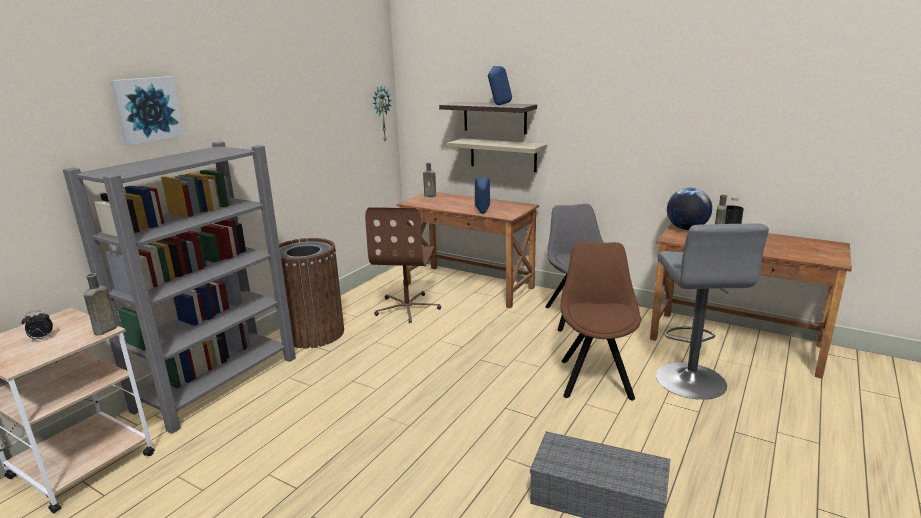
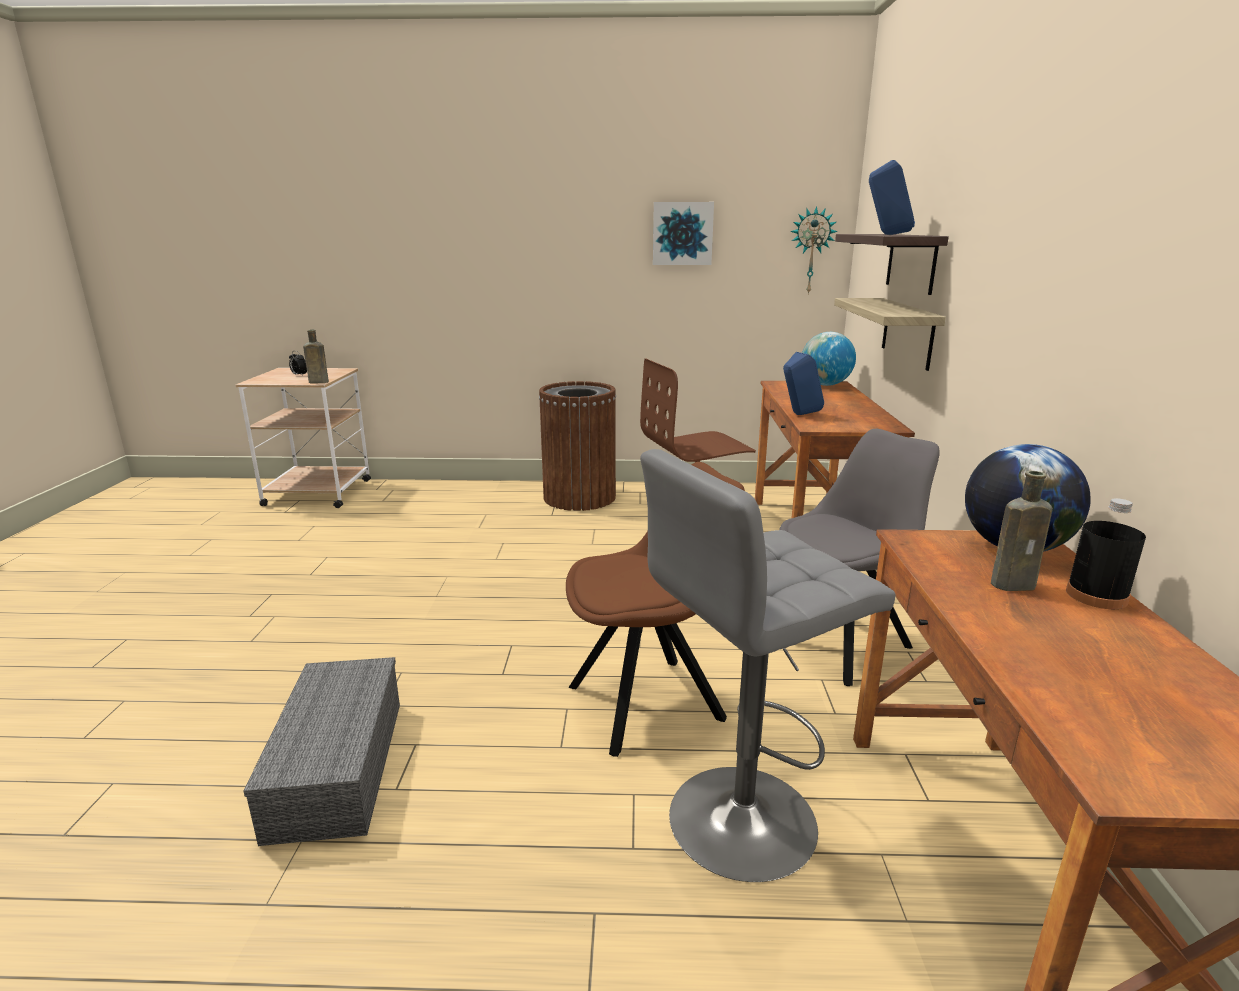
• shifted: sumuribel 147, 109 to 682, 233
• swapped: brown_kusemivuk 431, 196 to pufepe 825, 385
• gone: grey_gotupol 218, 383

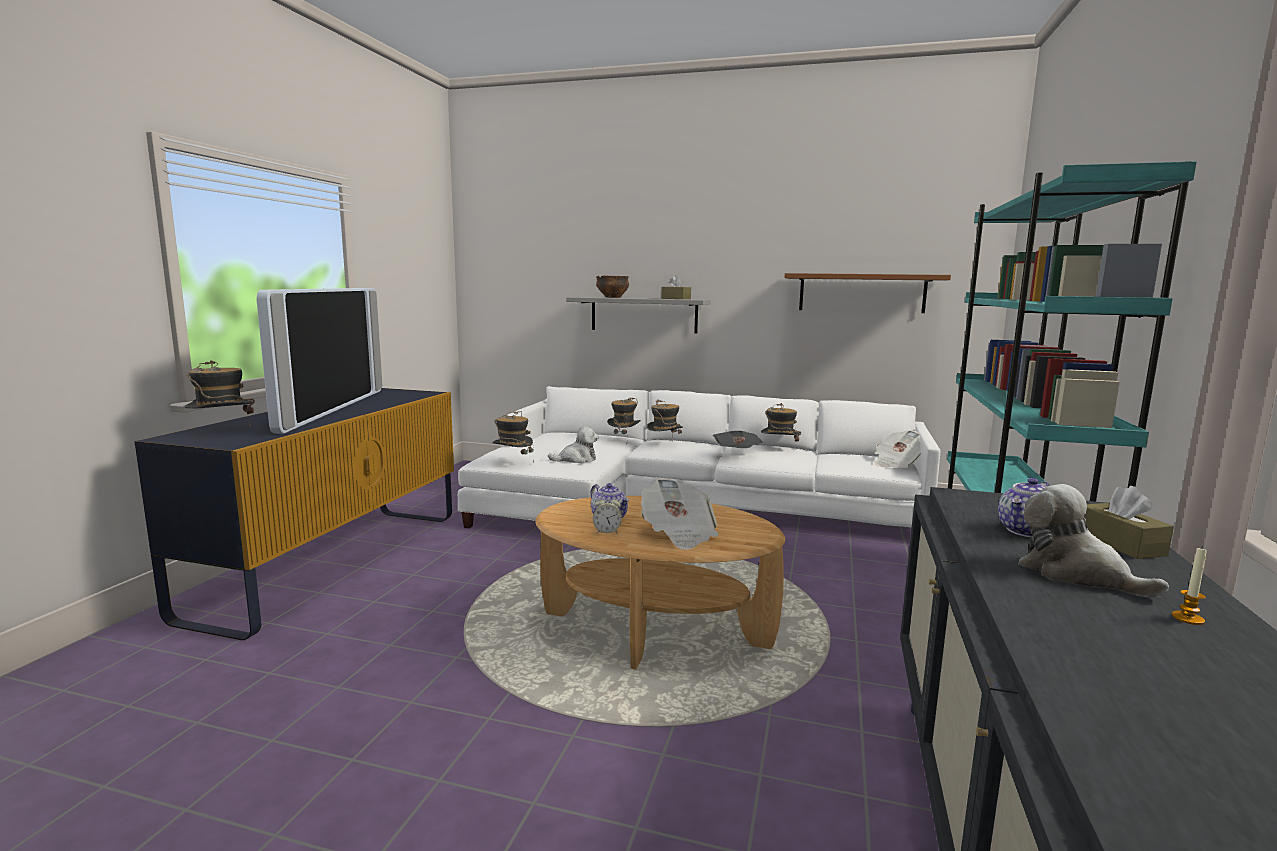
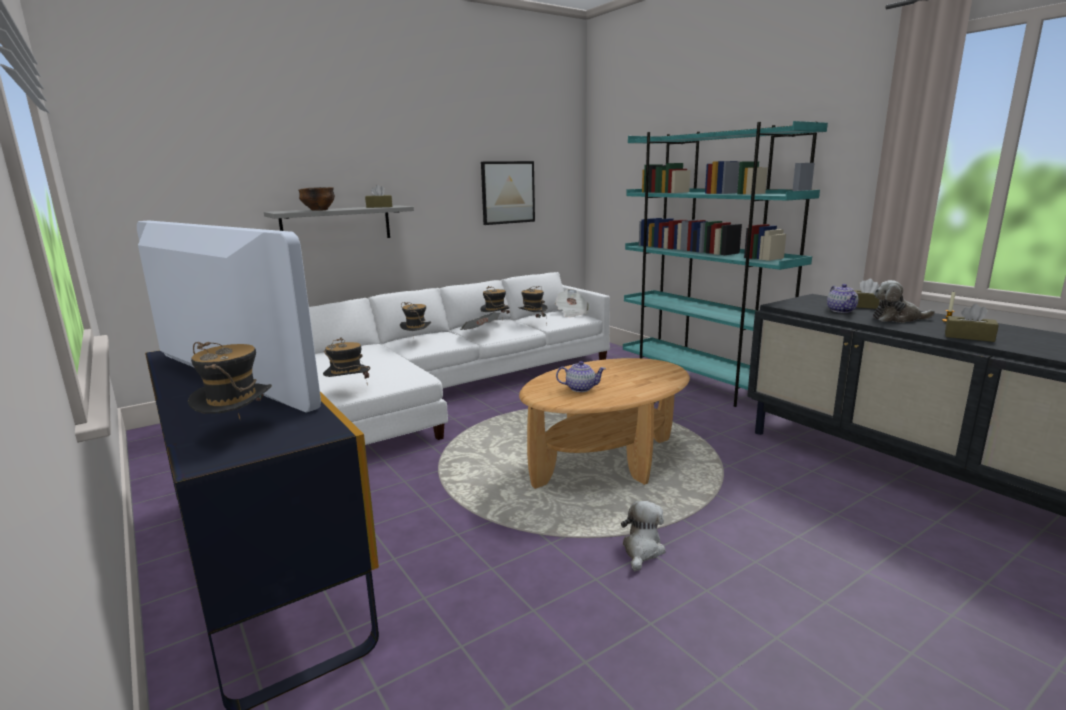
• swapped: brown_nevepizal 861, 293 to sumuribel 508, 192
• shifted: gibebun 623, 441 to 533, 323
• shifted: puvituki 576, 459 to 642, 550
• new: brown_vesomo 969, 337
• gone: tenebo 607, 531
• gone: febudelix 678, 534

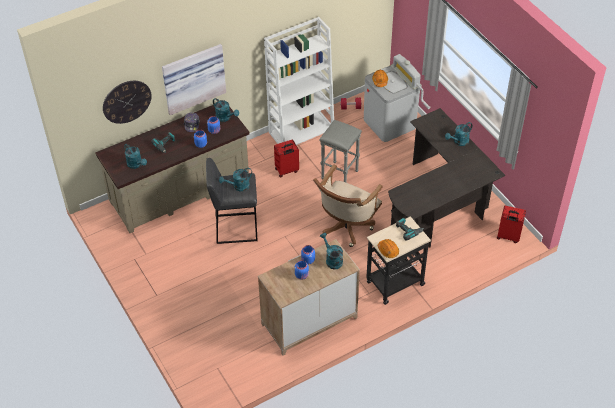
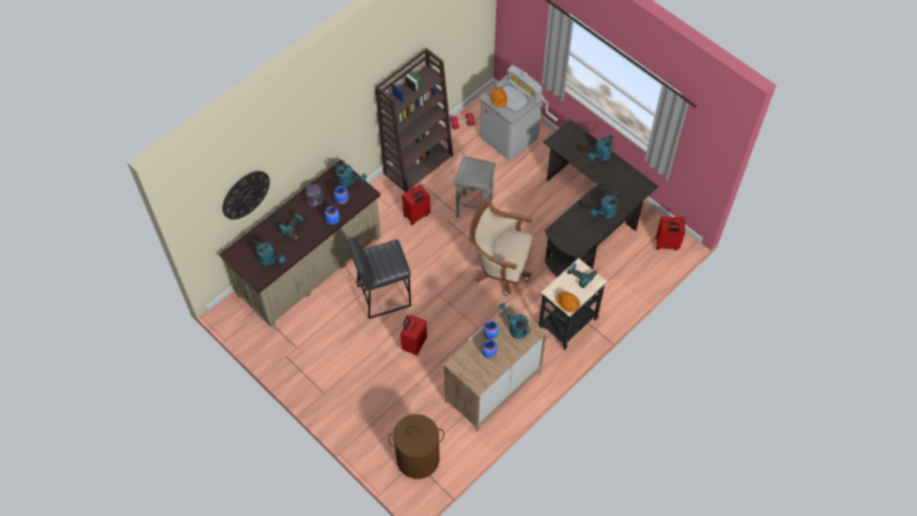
• repainted: white_gotupol 302, 130 to brown_gotupol 418, 163
• new: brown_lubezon 417, 459
• new: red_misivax 414, 344
• rotated: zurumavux 346, 229 = 499, 271 90 degrees clockwise
• shifted: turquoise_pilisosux 238, 186 to 605, 214
• gone: sumuribel 193, 77

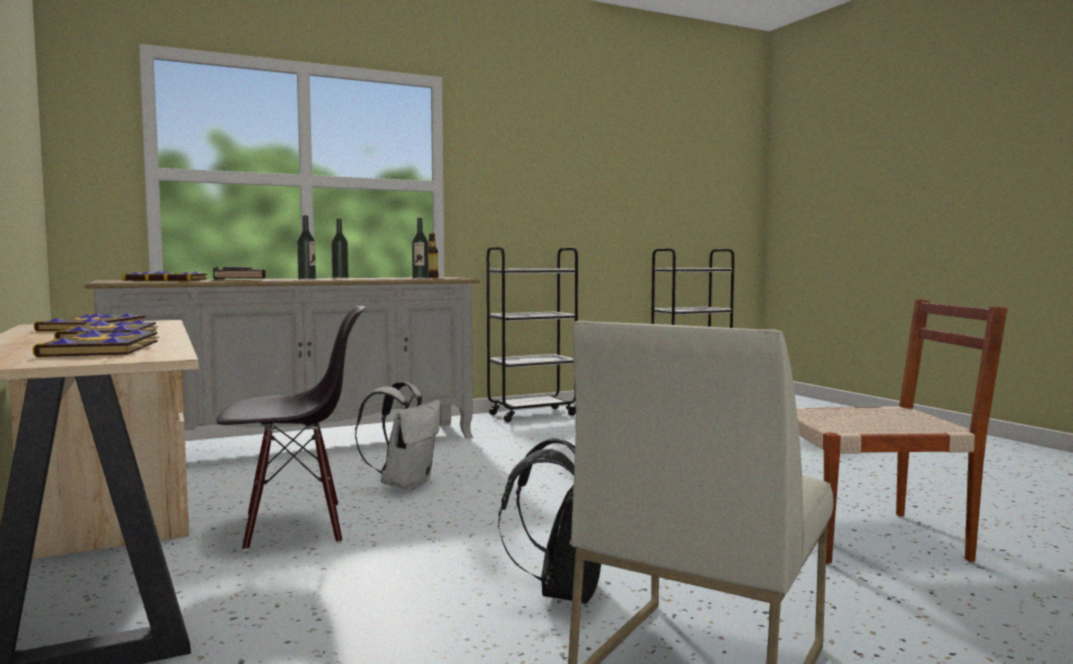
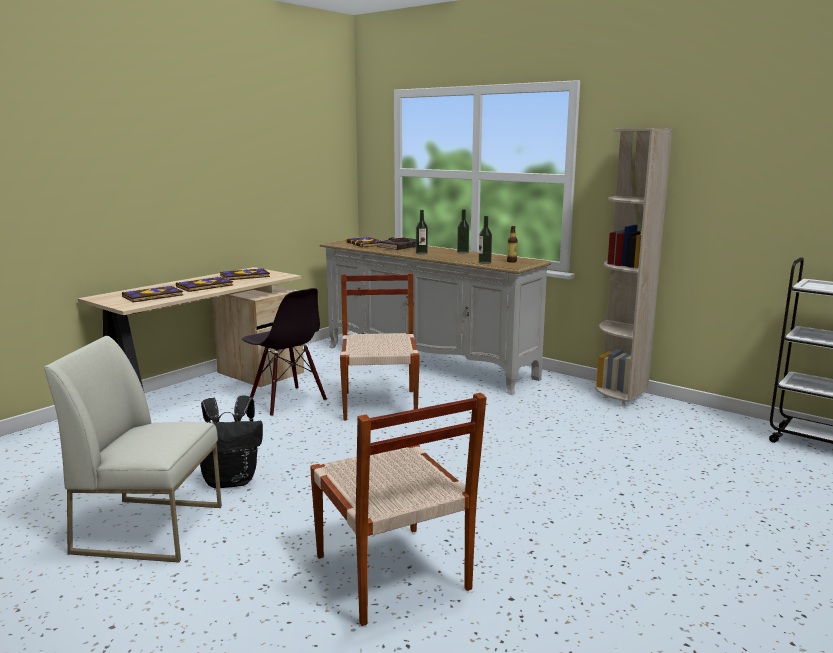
• swapped: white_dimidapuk 405, 484 to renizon 380, 404
• swapped: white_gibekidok 533, 414 to beige_gotupol 617, 396

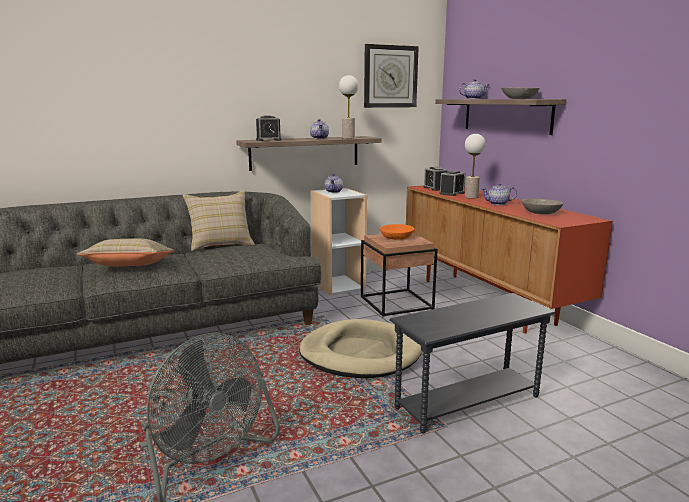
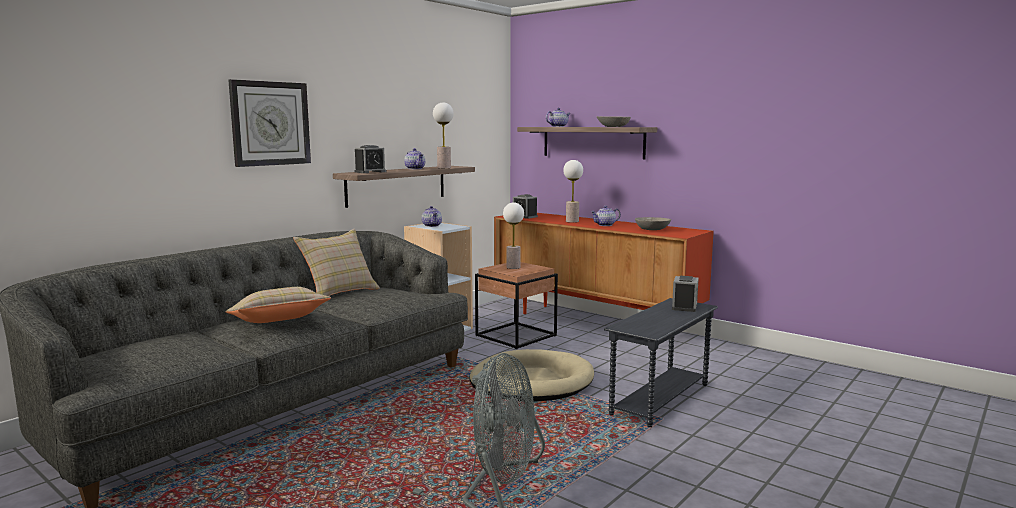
• shifted: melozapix 390, 76 to 270, 123
• swapped: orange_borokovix 397, 238 to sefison 513, 267
• shifted: tenebo 452, 193 to 684, 306

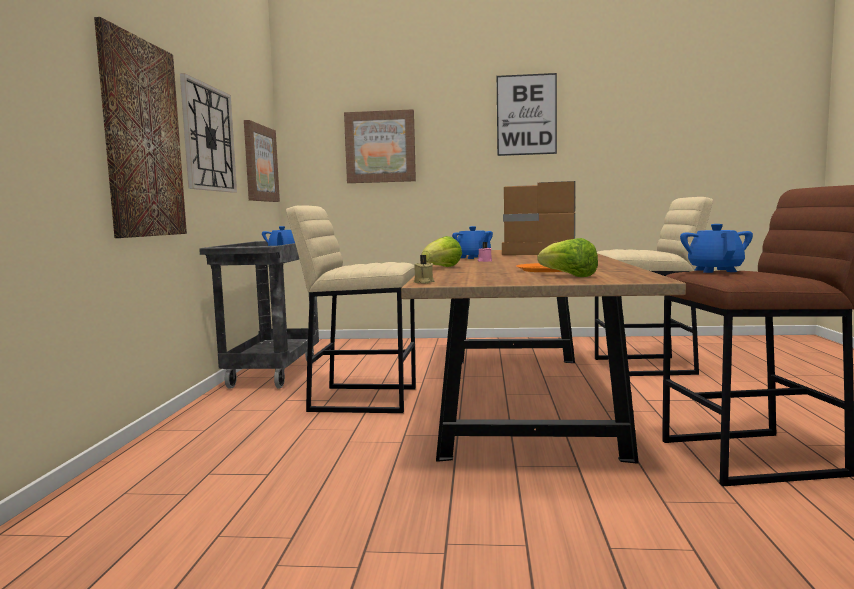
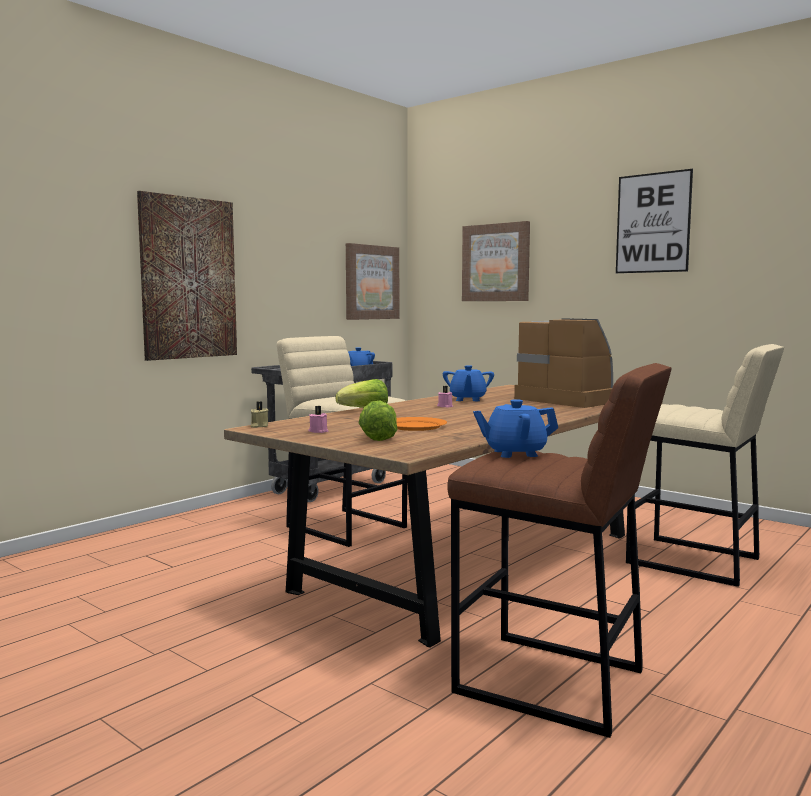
• new: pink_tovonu 318, 431
• rotated: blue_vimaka 715, 270 = 514, 453 135 degrees counterclockwise
• gone: melozapix 208, 138

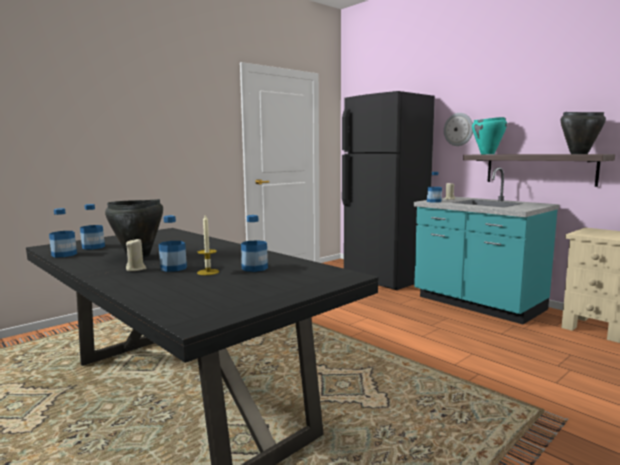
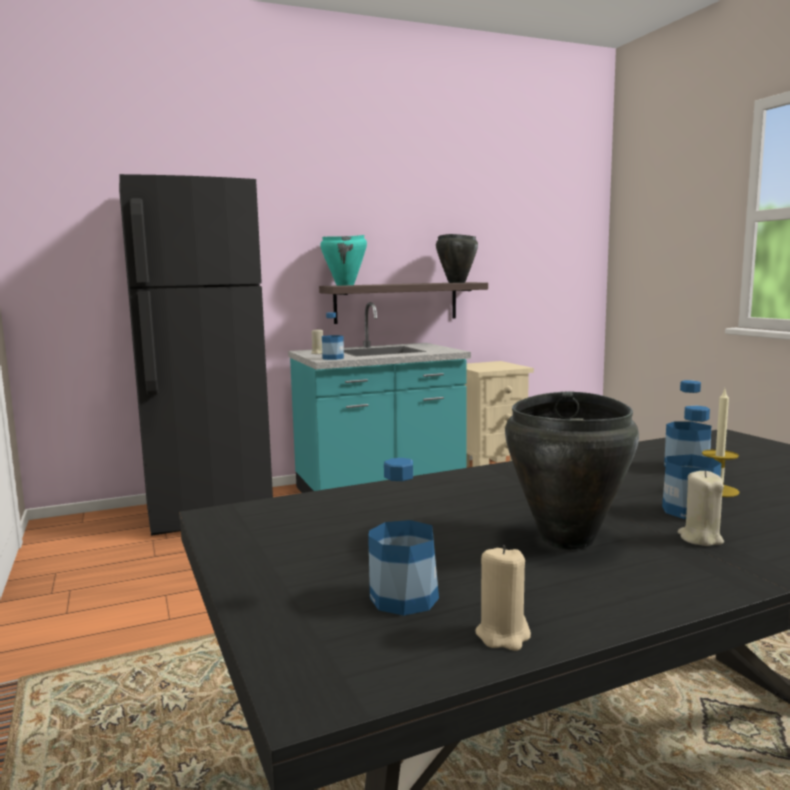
• swapped: kusemivuk 64, 254 to beige_tovonu 503, 635
• gone: melozapix 458, 129

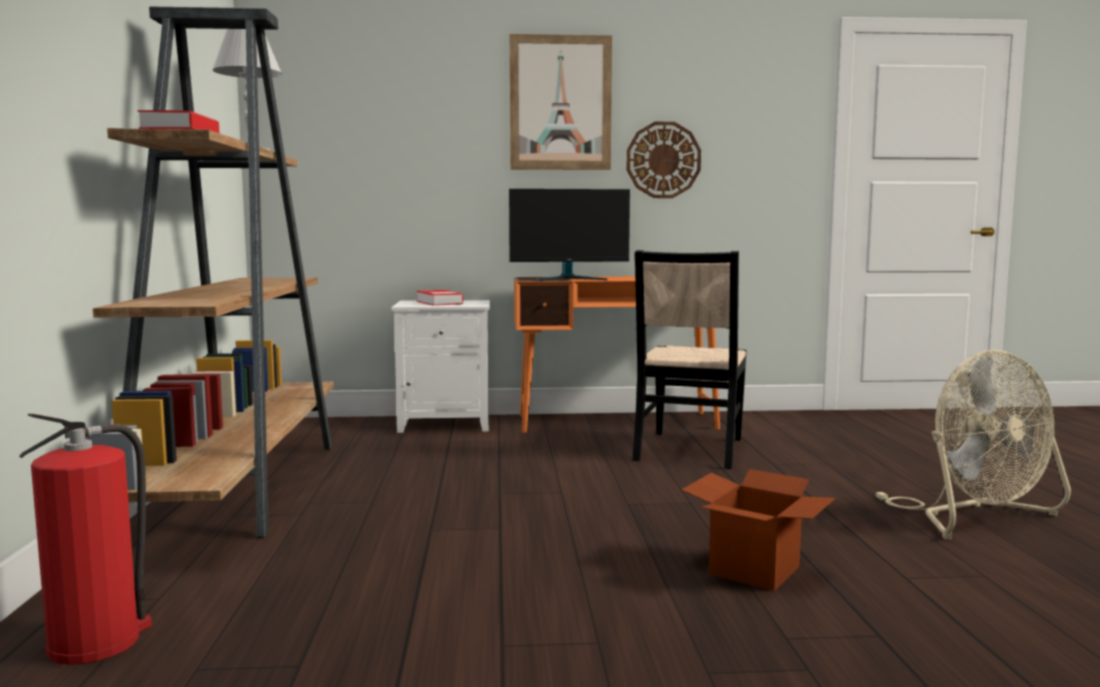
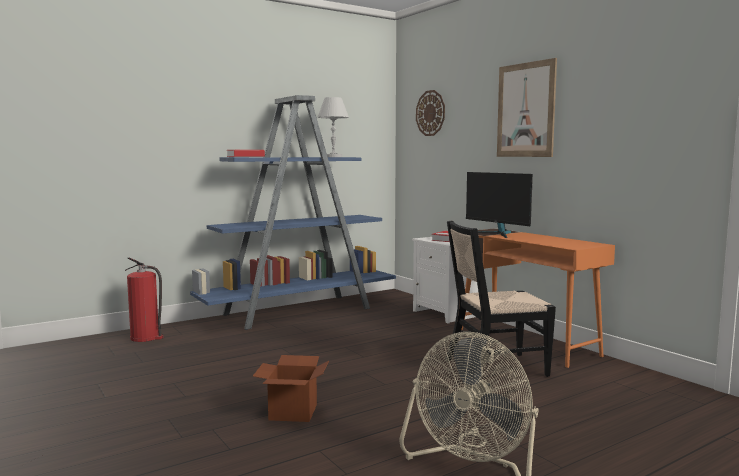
• repainted: brown_gotupol 240, 484 to blue_gotupol 300, 311
• shifted: melozapix 663, 160 to 430, 113

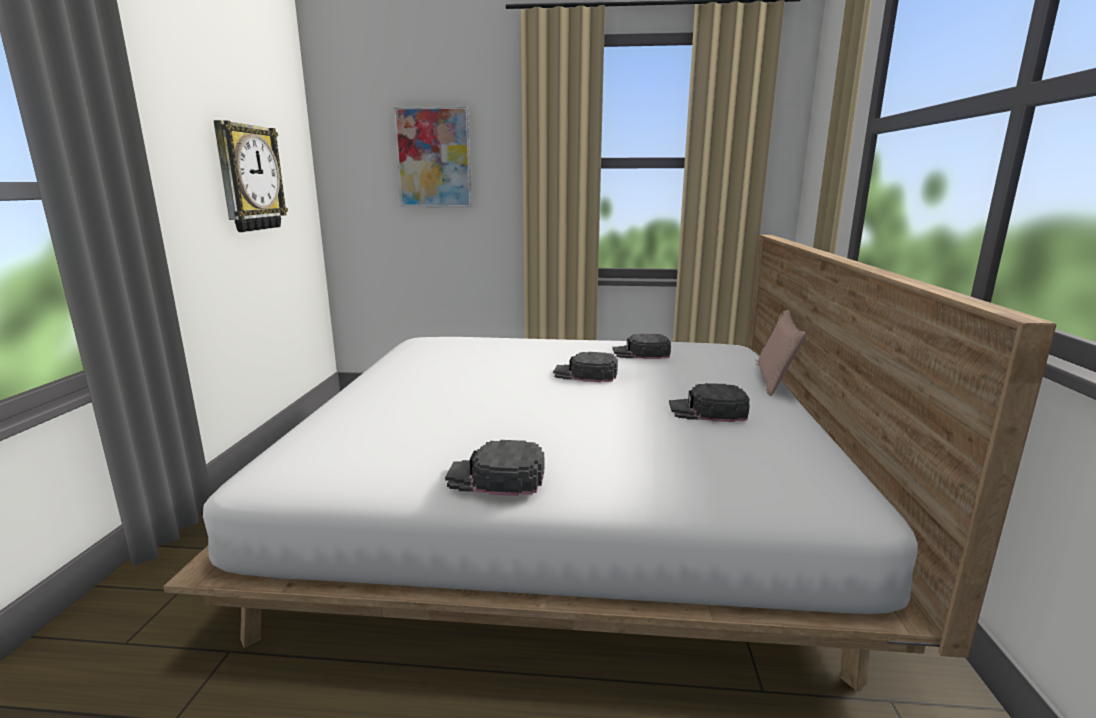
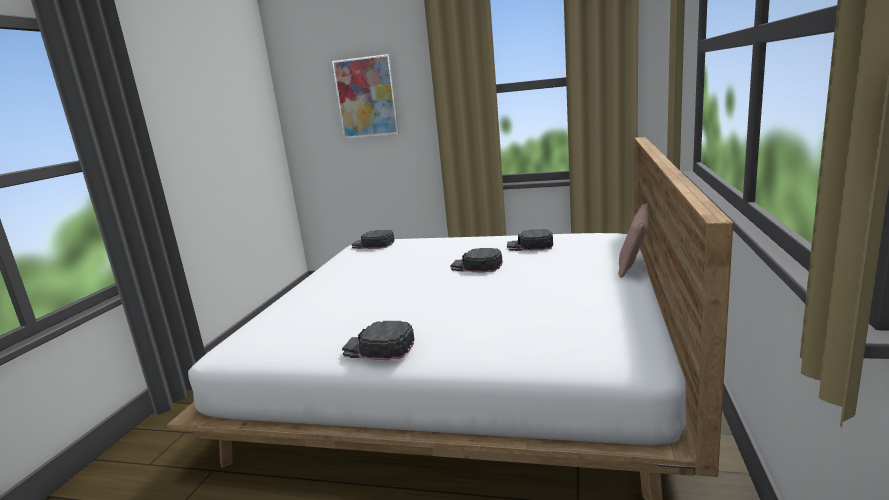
• shifted: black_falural 708, 411 to 373, 244
• gone: melozapix 249, 178

